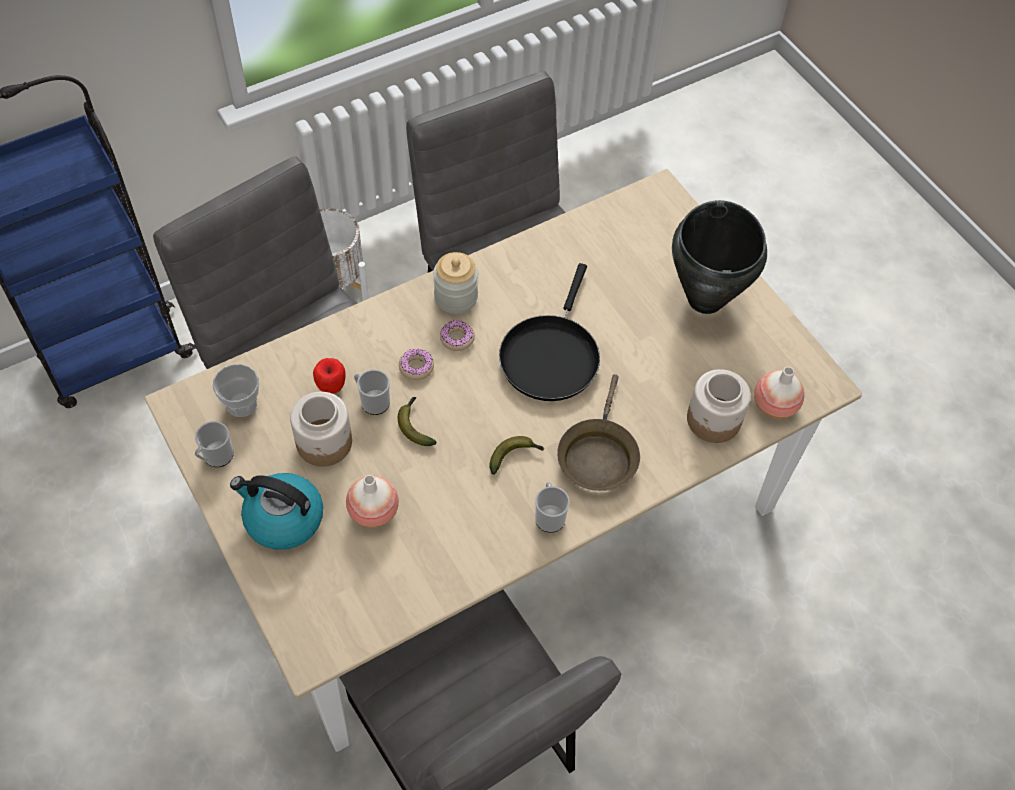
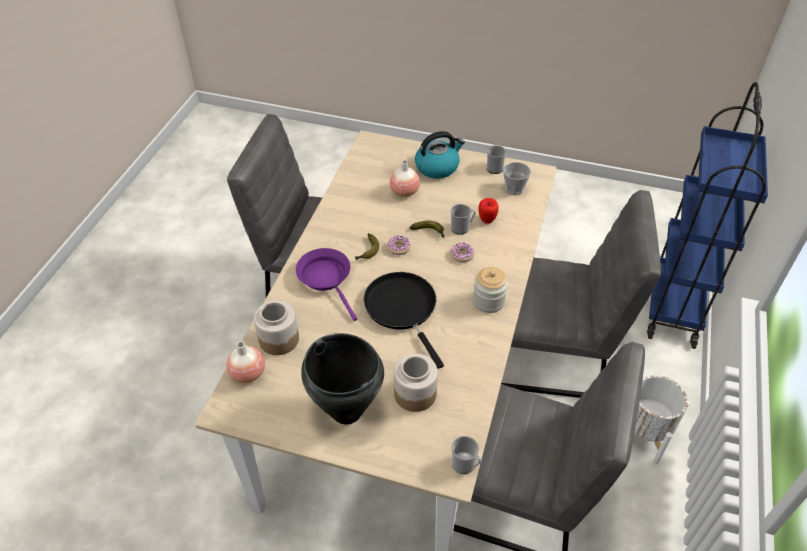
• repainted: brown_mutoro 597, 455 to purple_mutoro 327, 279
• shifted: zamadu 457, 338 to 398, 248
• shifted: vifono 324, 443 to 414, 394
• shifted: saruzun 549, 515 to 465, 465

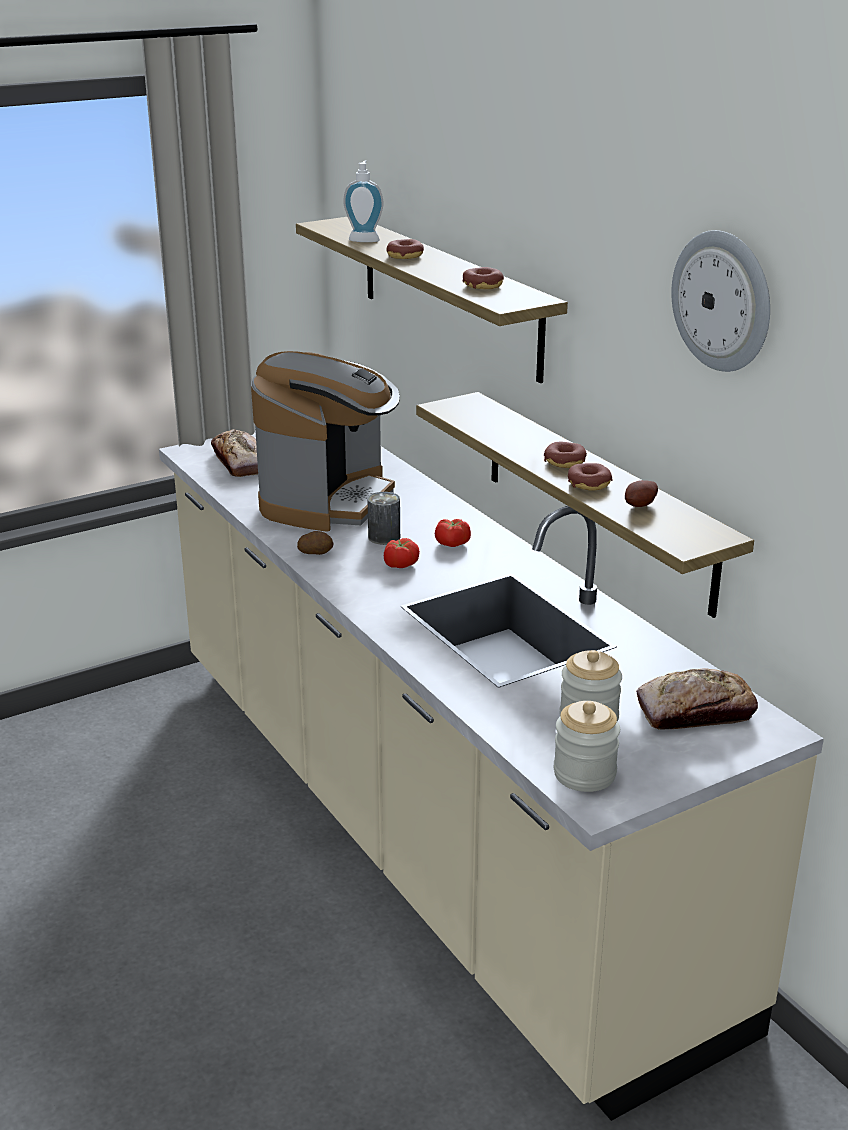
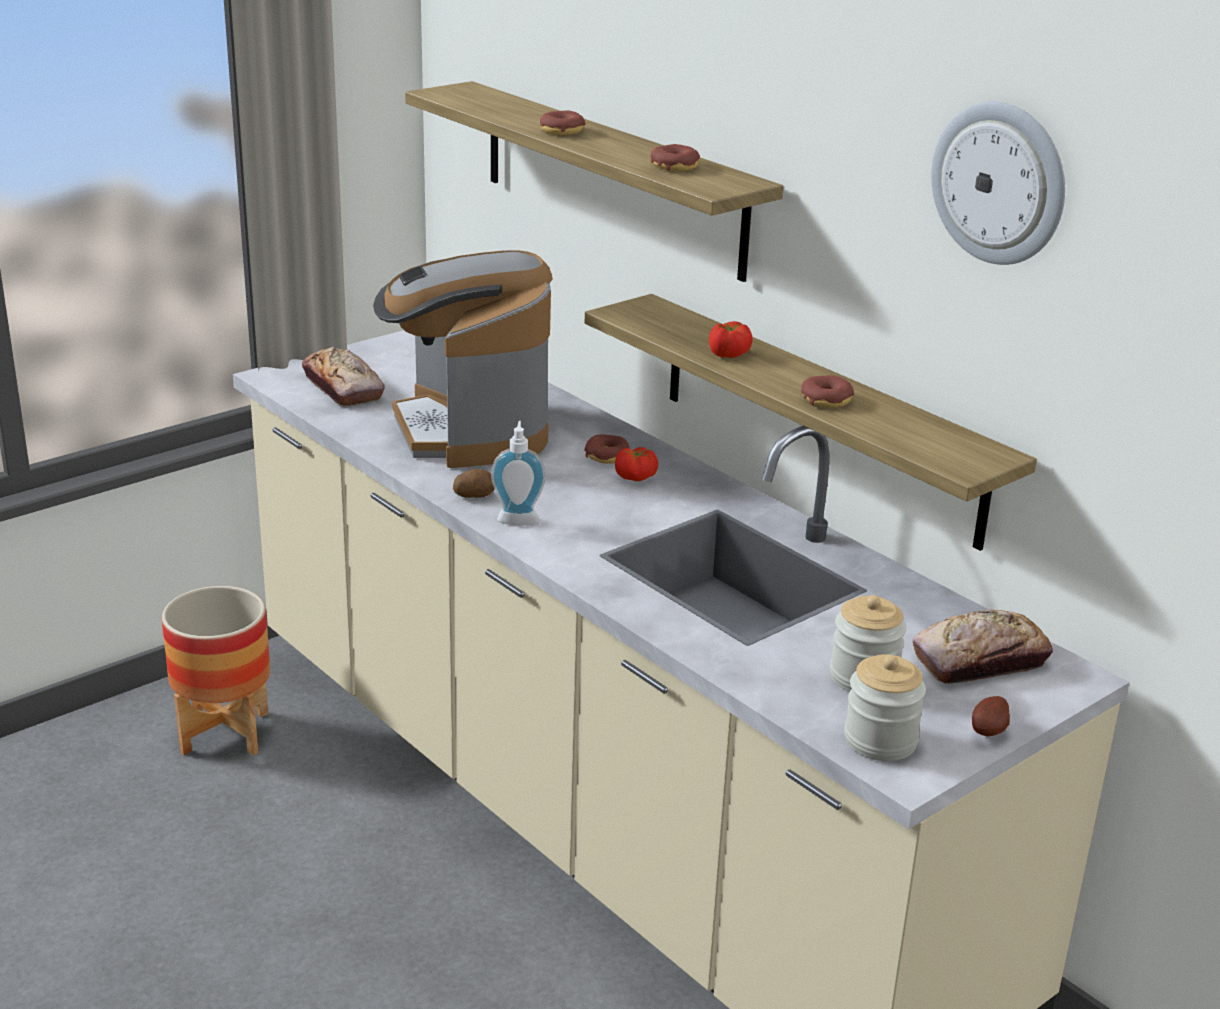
• new: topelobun 225, 732
• rotated: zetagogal 328, 501 = 468, 431 150 degrees clockwise
• shifted: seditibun 364, 239 to 518, 518
• shifted: zamadu 565, 461 to 607, 456
• shifted: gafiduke 400, 564 to 728, 354
• shifted: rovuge 641, 506 to 989, 731
• gone: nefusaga 384, 537

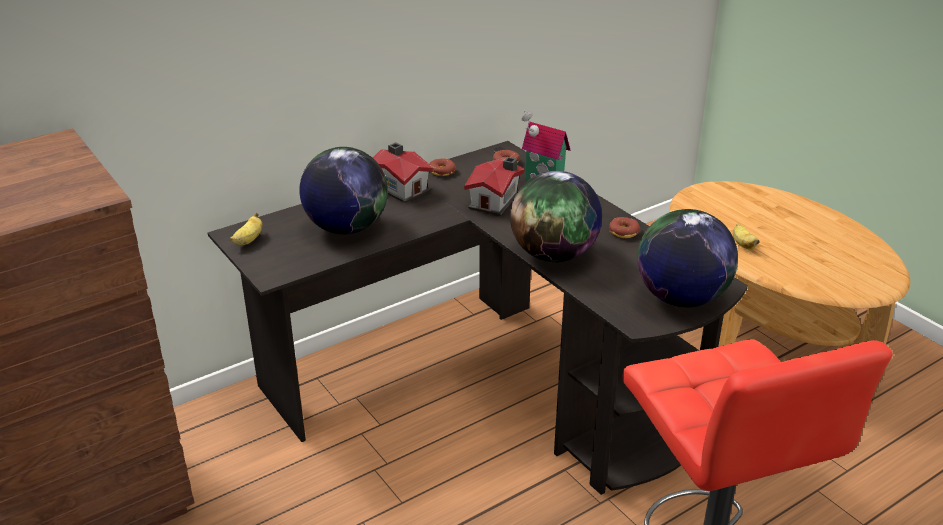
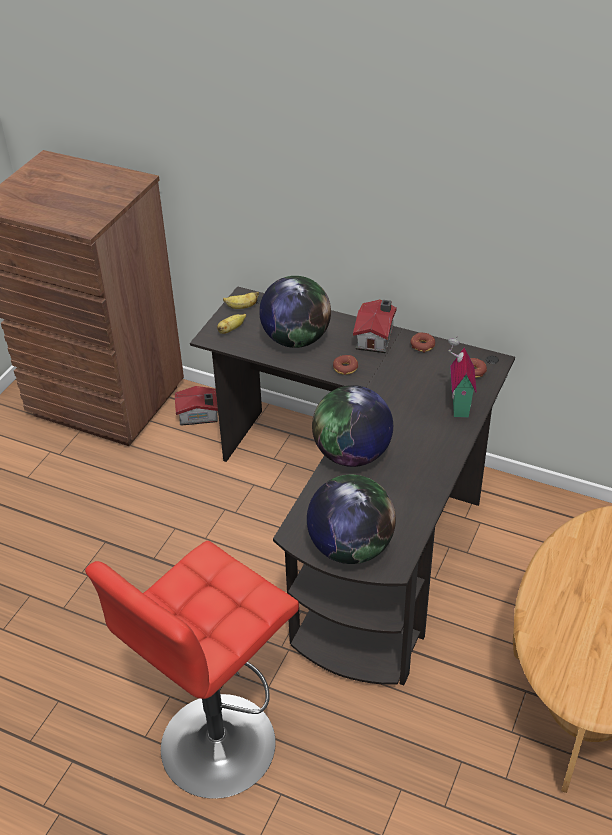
• shifted: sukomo 496, 201 to 199, 416
• shifted: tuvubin 742, 244 to 231, 329
• shifted: zamadu 624, 232 to 345, 368

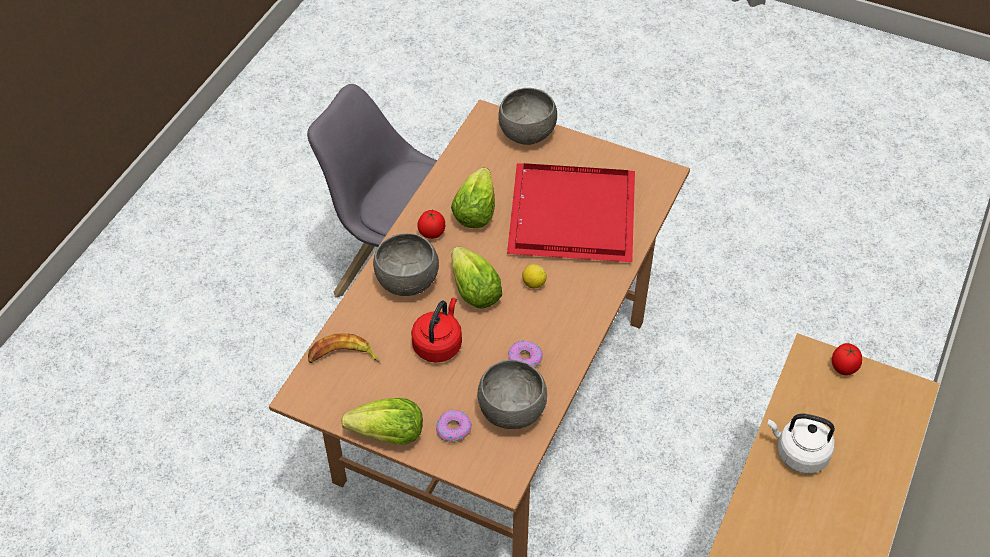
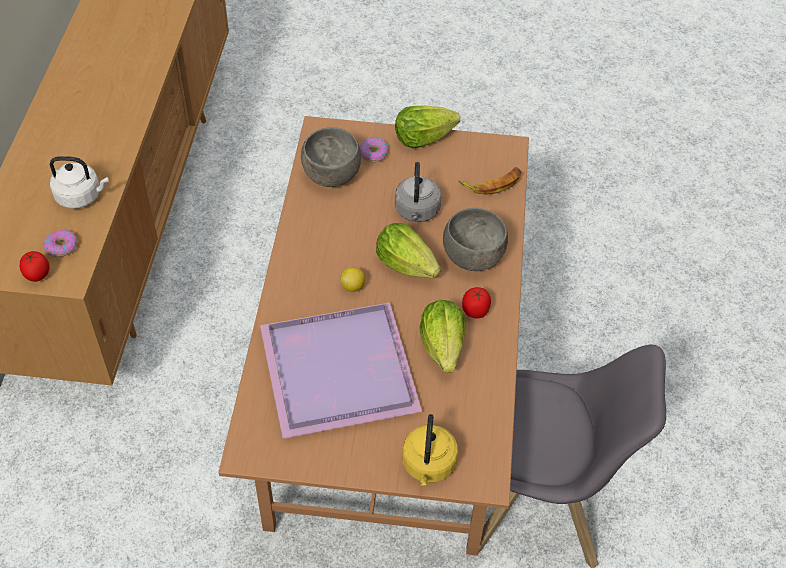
• shifted: zamadu 525, 359 to 61, 246
• repainted: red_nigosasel 570, 213 to purple_nigosasel 342, 372
• repainted: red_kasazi 438, 344 to grey_kasazi 417, 212
• swapped: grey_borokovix 527, 133 to yellow_kasazi 428, 466

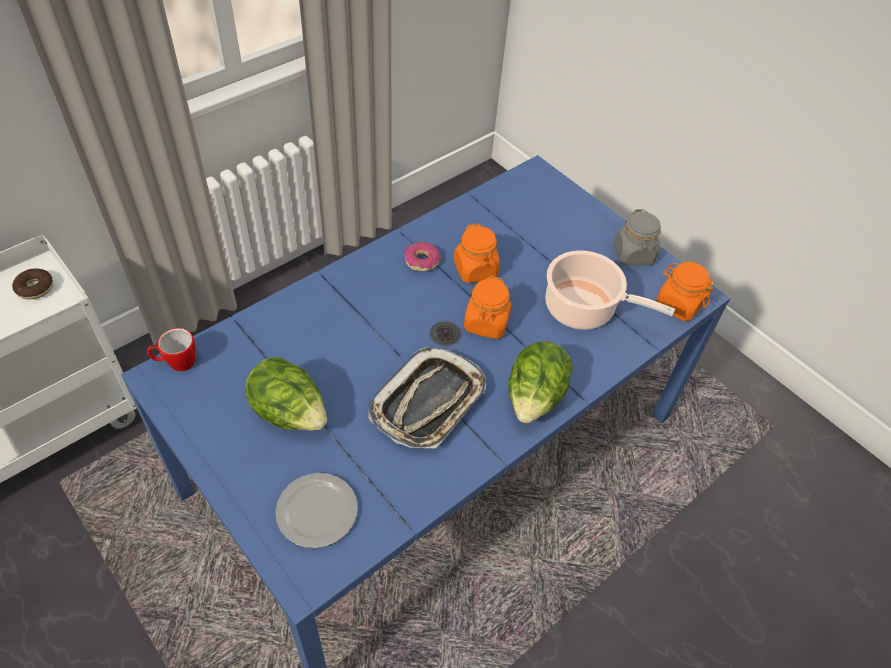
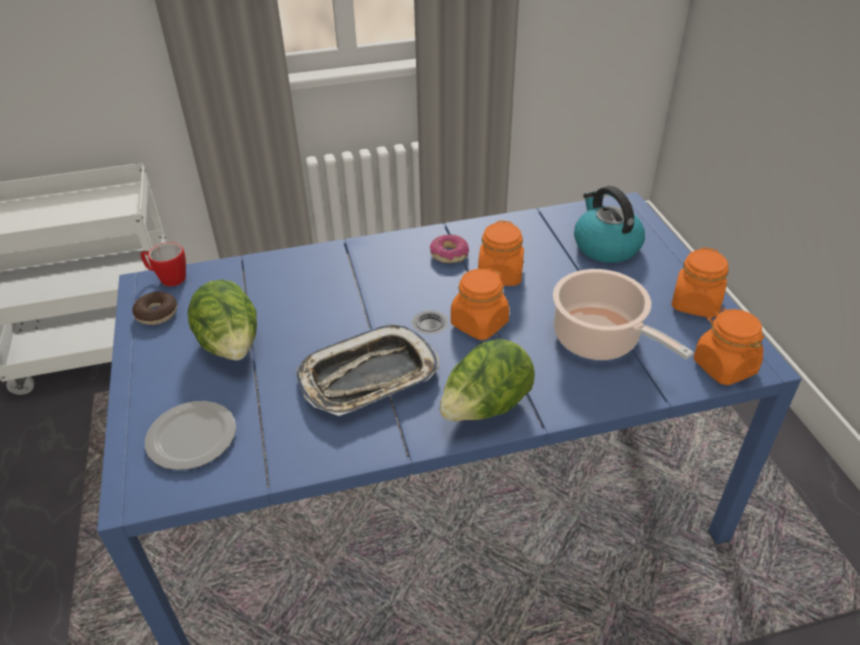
• shifted: zamadu 35, 288 to 157, 314
• new: kasazi 605, 246
• repainted: grey_vifono 633, 254 to orange_vifono 695, 303

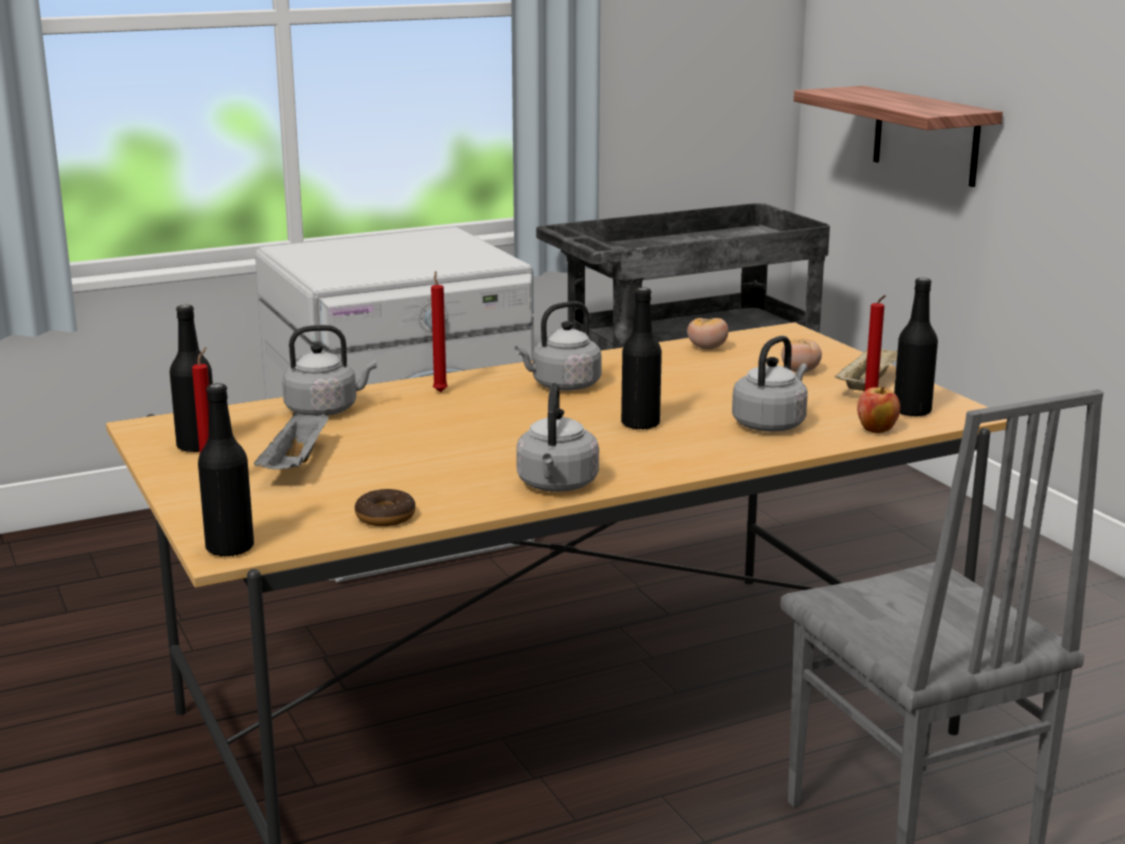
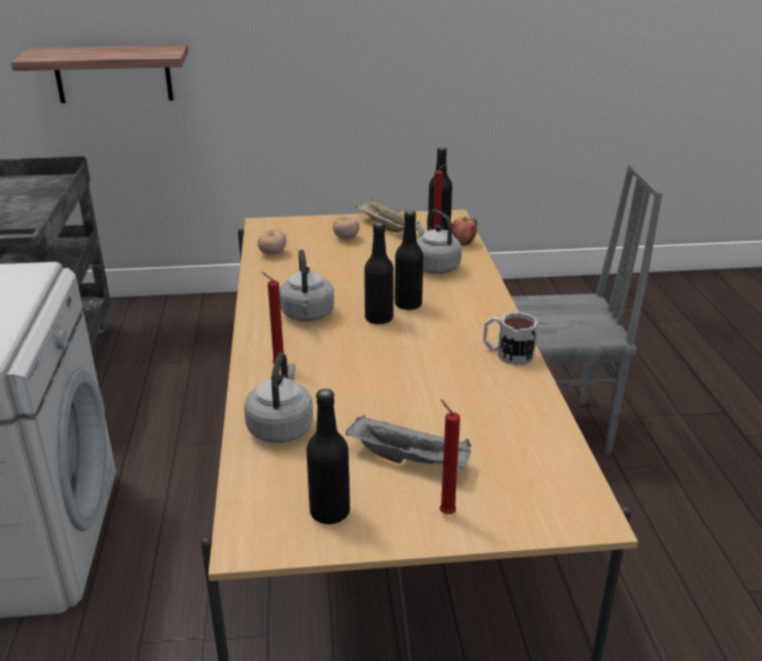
• shifted: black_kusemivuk 230, 548 to 379, 319
• swapped: grey_kasazi 557, 486 to saruzun 507, 354
• gone: zamadu 385, 517

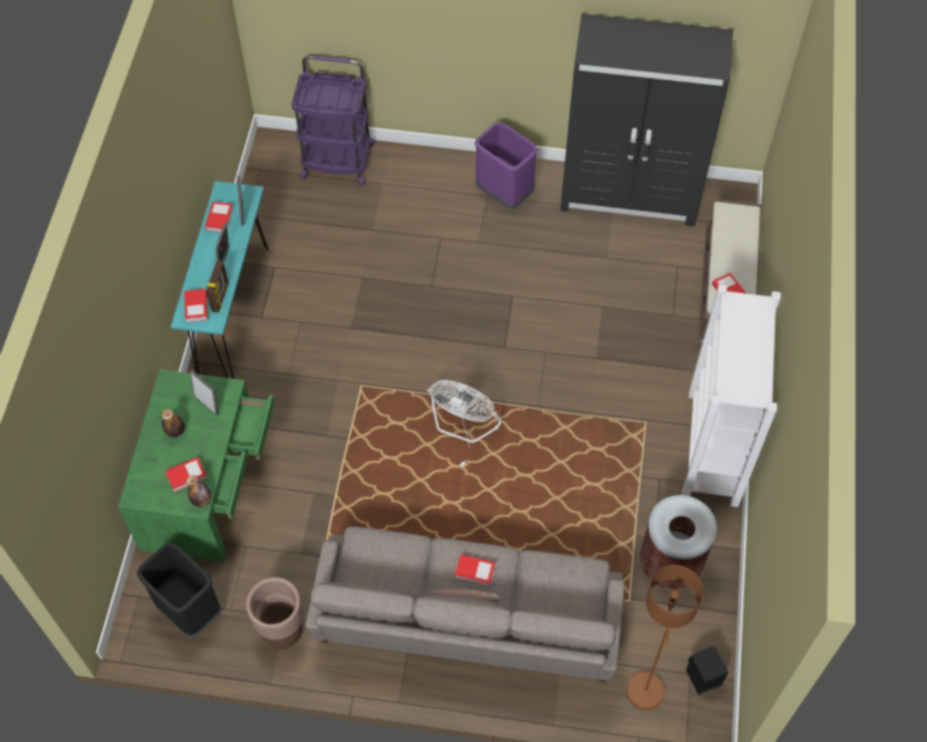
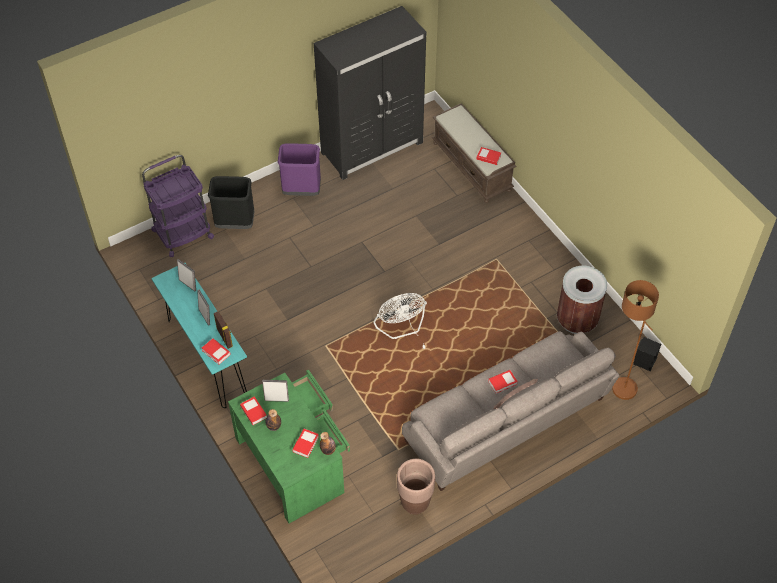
• shifted: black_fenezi 190, 610 to 235, 223
• shifted: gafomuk 219, 219 to 253, 412
• gone: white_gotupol 713, 448

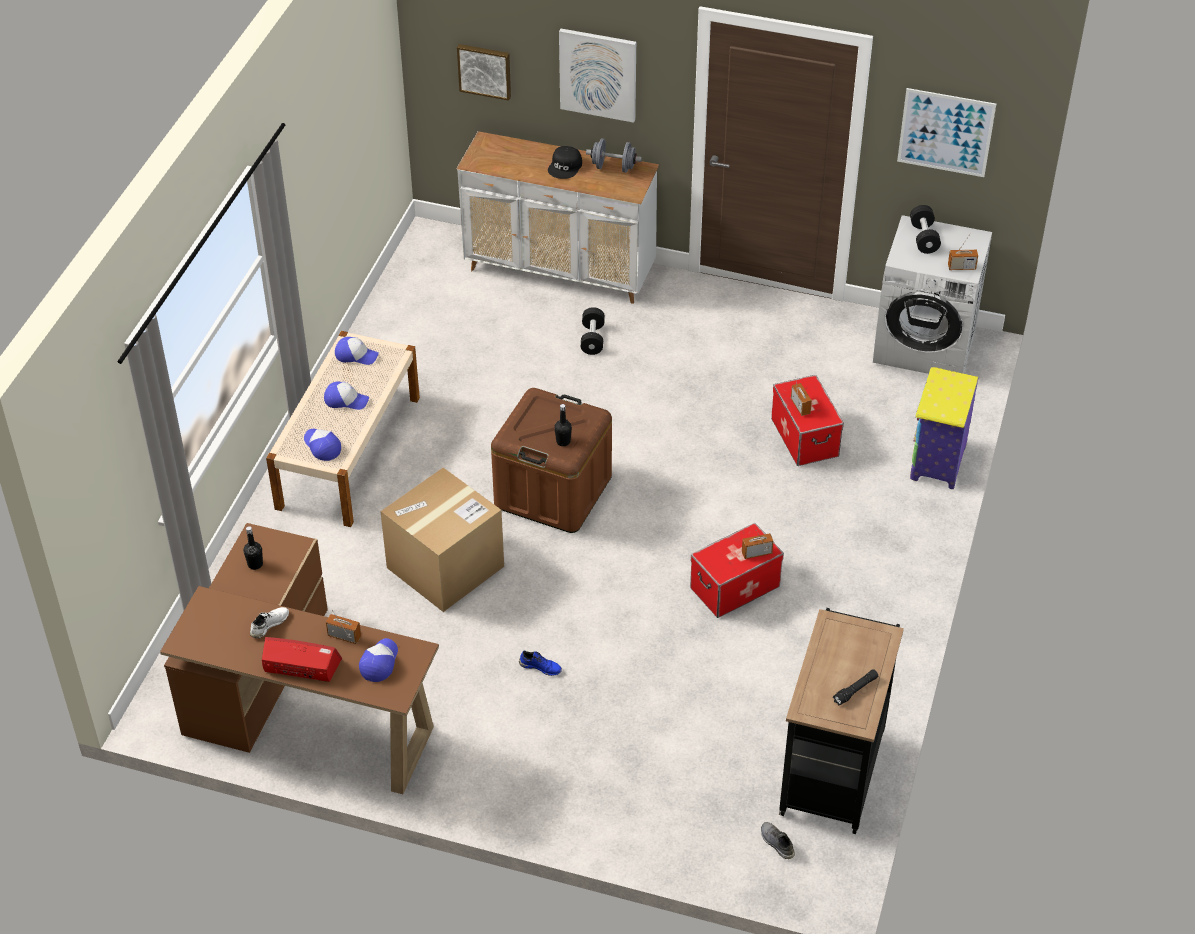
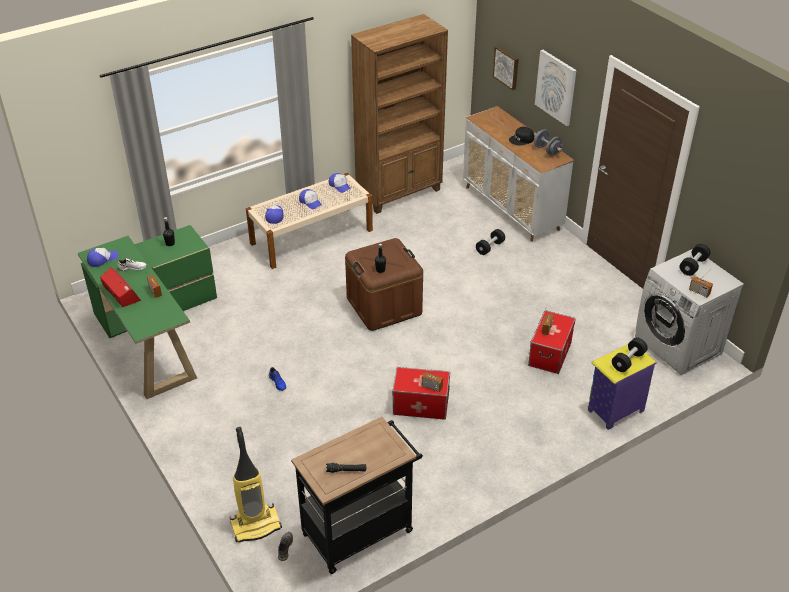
• repainted: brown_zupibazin 301, 705 to green_zupibazin 155, 332
• shifted: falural 379, 662 to 102, 259
• new: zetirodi 256, 525
• new: brown_gotupol 399, 193
• new: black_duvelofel 628, 361
• gone: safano 445, 567
• gone: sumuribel 946, 132

